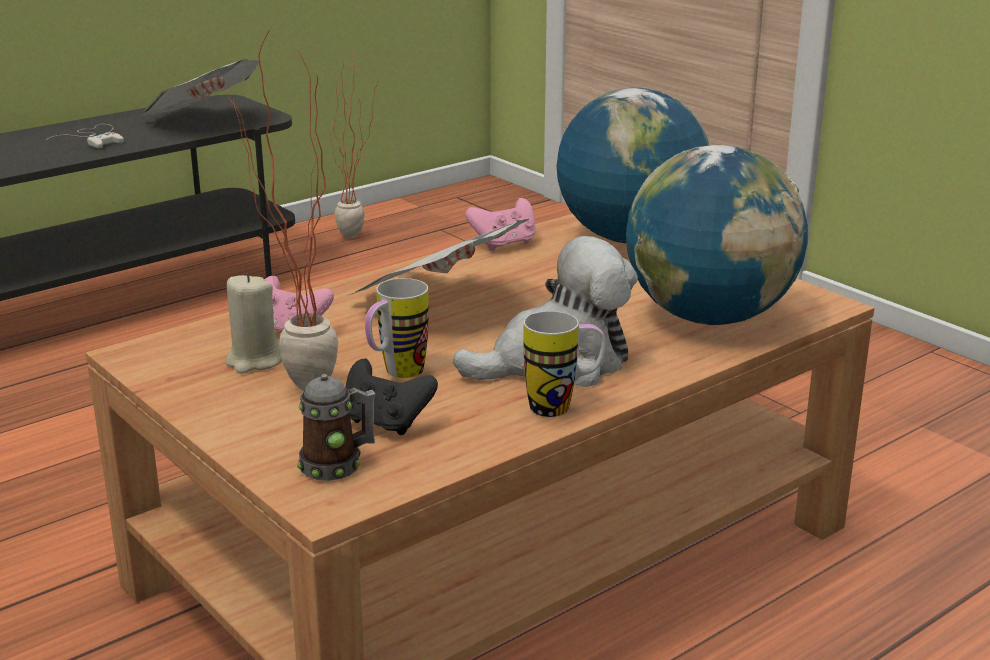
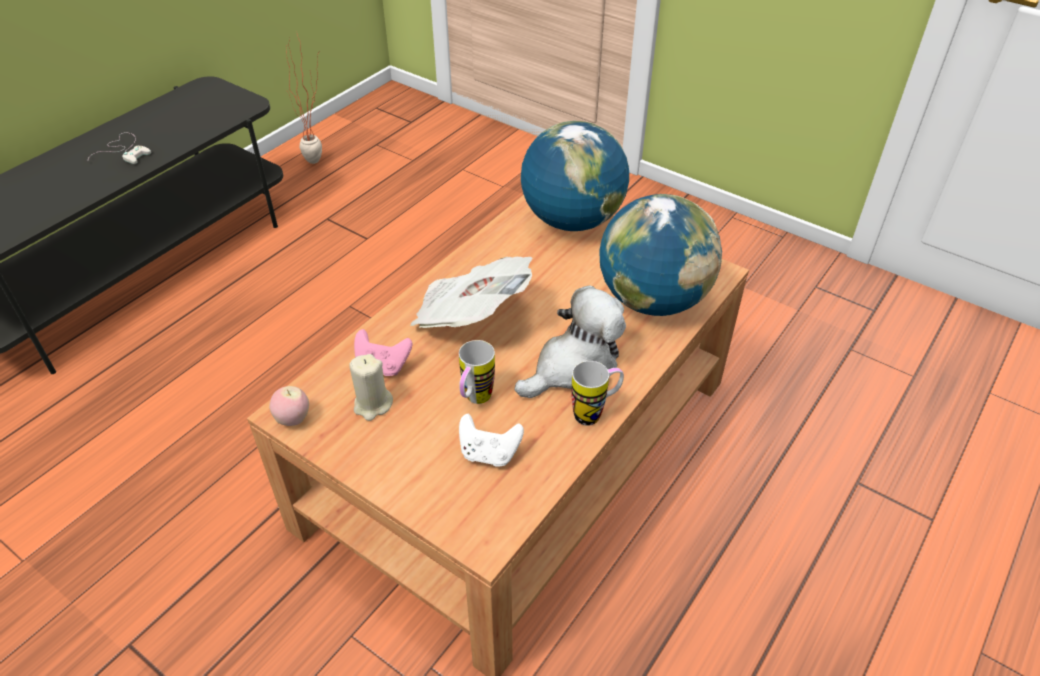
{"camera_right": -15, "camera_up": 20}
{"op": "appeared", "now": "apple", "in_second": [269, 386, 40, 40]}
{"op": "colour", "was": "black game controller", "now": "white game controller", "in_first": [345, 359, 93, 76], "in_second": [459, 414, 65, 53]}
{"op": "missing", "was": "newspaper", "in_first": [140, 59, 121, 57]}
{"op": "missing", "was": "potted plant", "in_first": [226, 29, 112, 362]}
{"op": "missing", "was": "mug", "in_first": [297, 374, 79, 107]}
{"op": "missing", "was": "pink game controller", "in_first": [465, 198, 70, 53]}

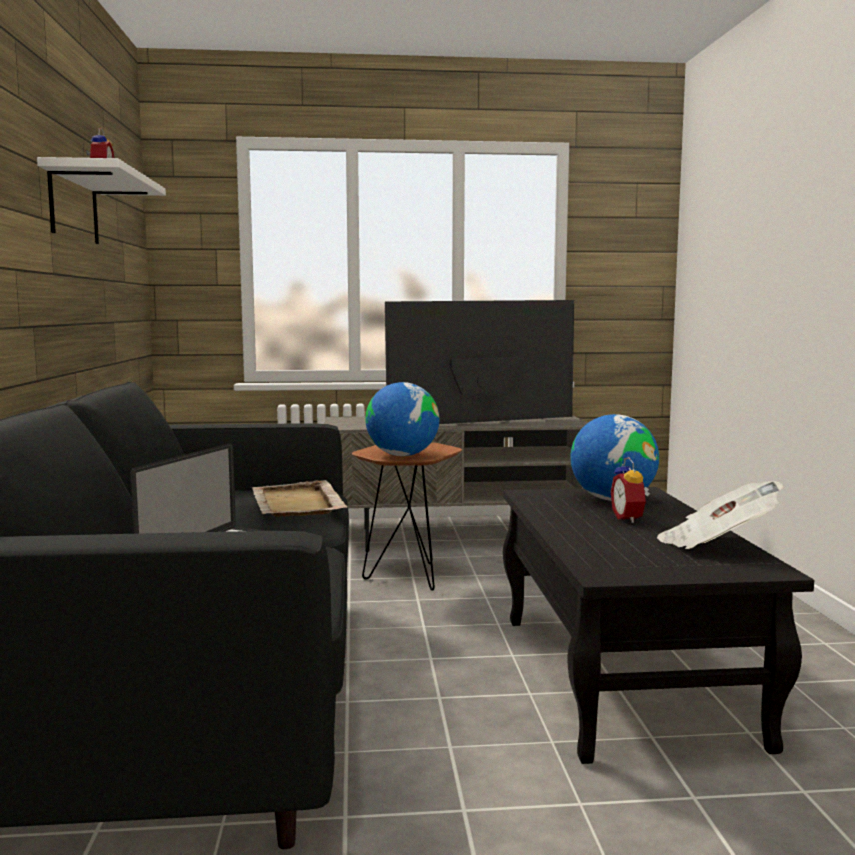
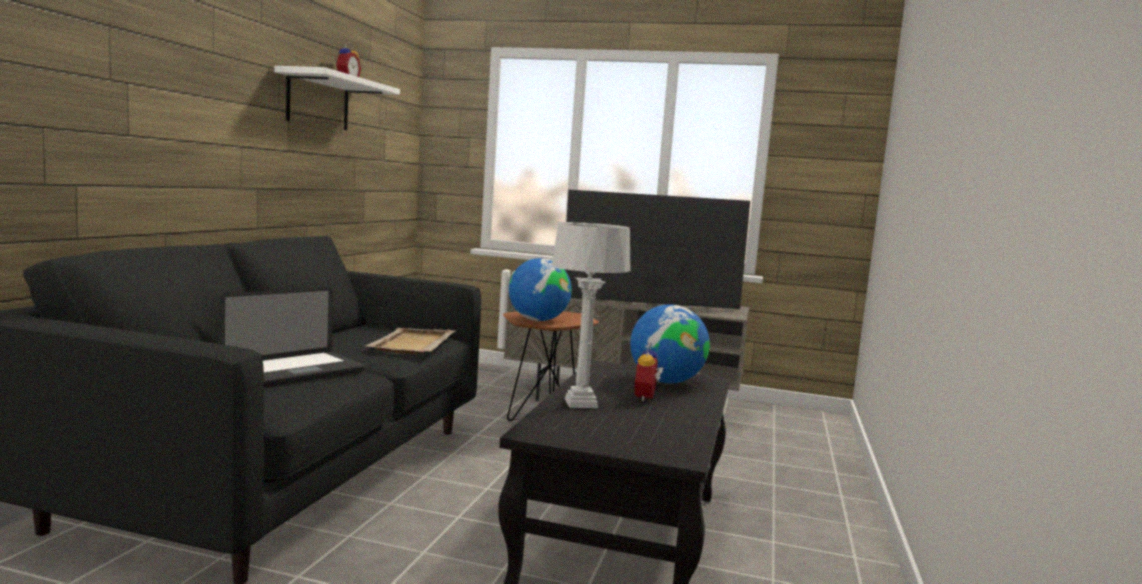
{"camera_right": 20, "camera_up": 0}
{"op": "appeared", "now": "grey table lamp", "in_second": [552, 222, 78, 186]}
{"op": "missing", "was": "newspaper", "in_first": [657, 481, 127, 68]}

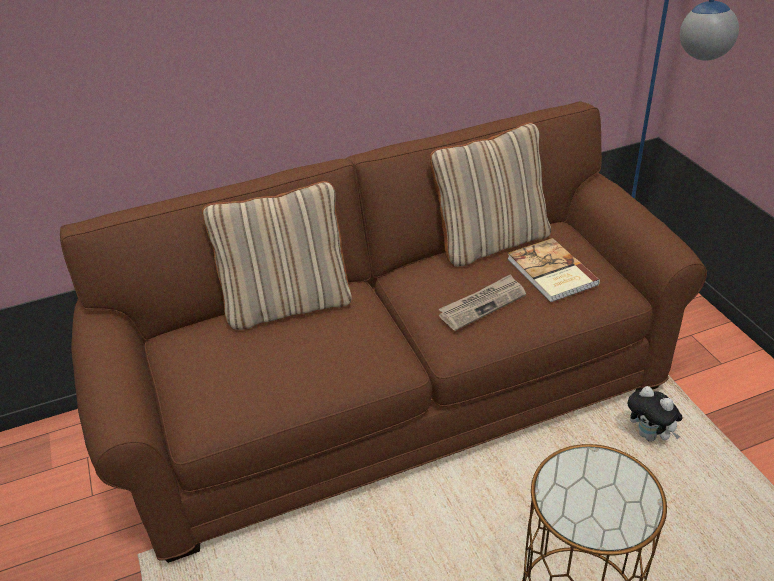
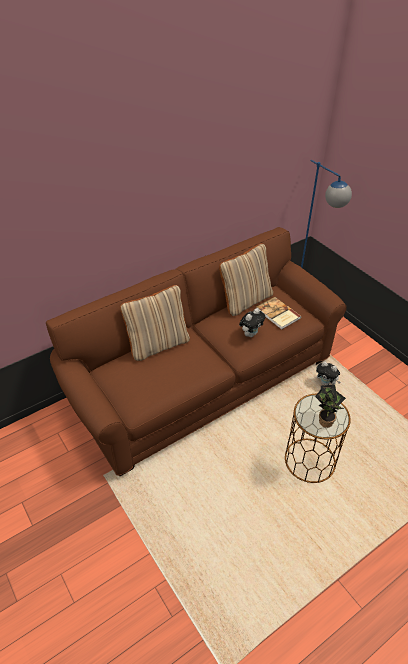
{"camera_right": -15, "camera_up": 5}
{"op": "exchanged", "was": "newspaper", "now": "plush toy", "in_first": [439, 274, 87, 57], "in_second": [239, 308, 26, 29]}
{"op": "appeared", "now": "potted plant", "in_second": [315, 385, 31, 43]}

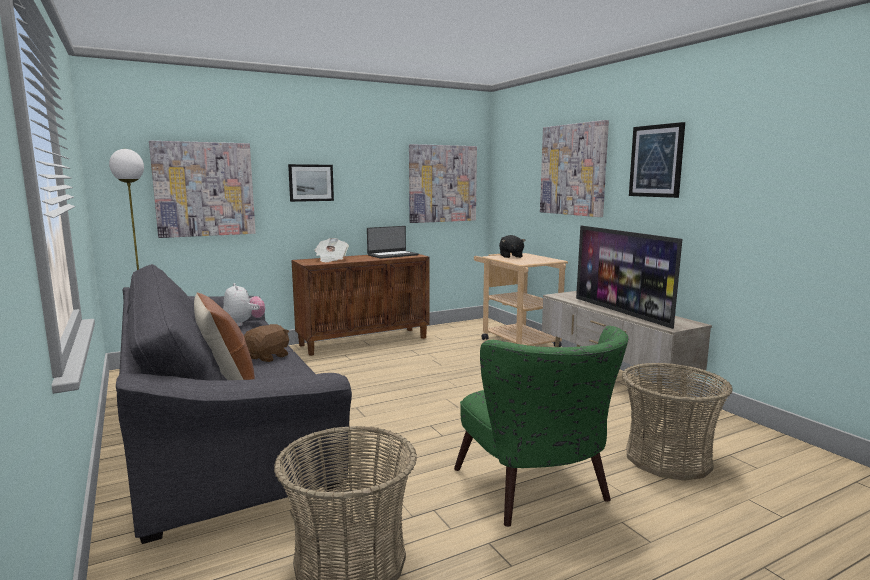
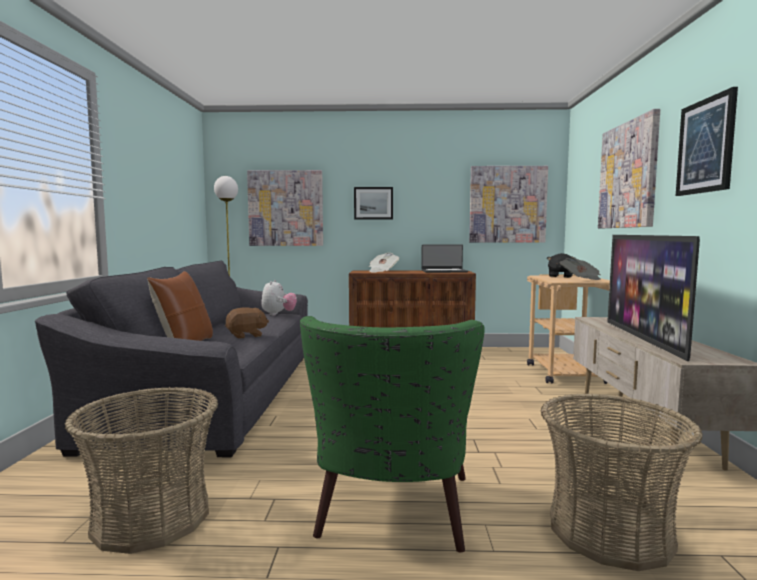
{"camera_right": 30, "camera_up": -5}
{"op": "appeared", "now": "newspaper", "in_second": [560, 258, 41, 22]}

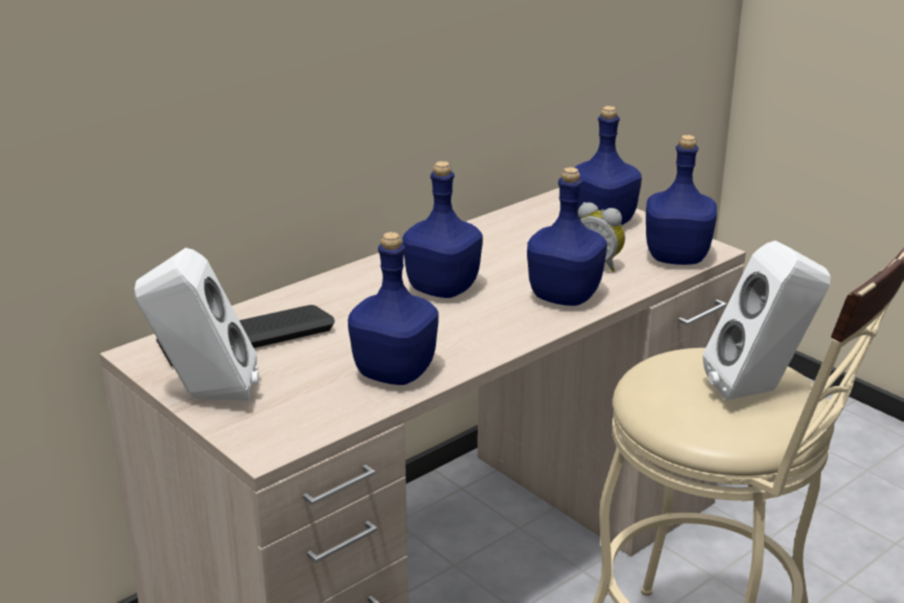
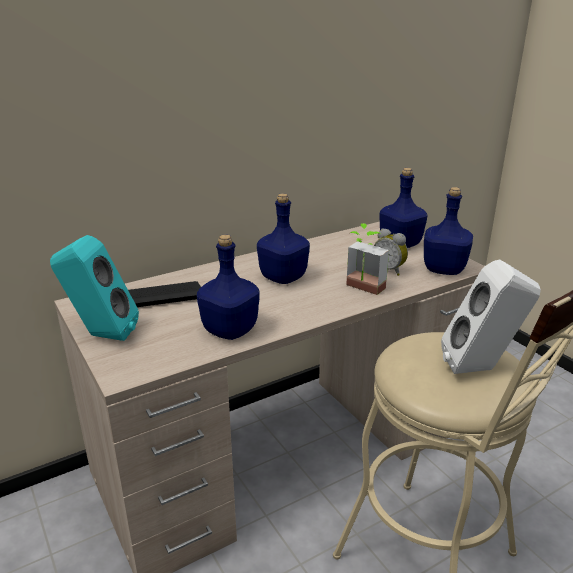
{"camera_right": 10, "camera_up": 0}
{"op": "colour", "was": "white speaker", "now": "turquoise speaker", "in_first": [134, 248, 125, 153], "in_second": [50, 235, 89, 106]}
{"op": "exchanged", "was": "blue bottle", "now": "potted plant", "in_first": [527, 167, 80, 139], "in_second": [346, 223, 43, 72]}

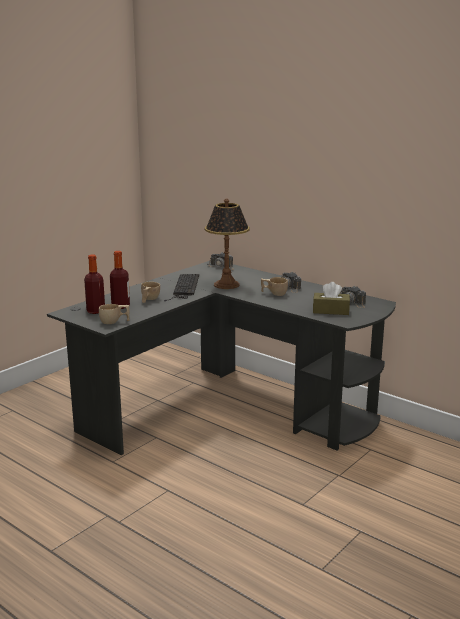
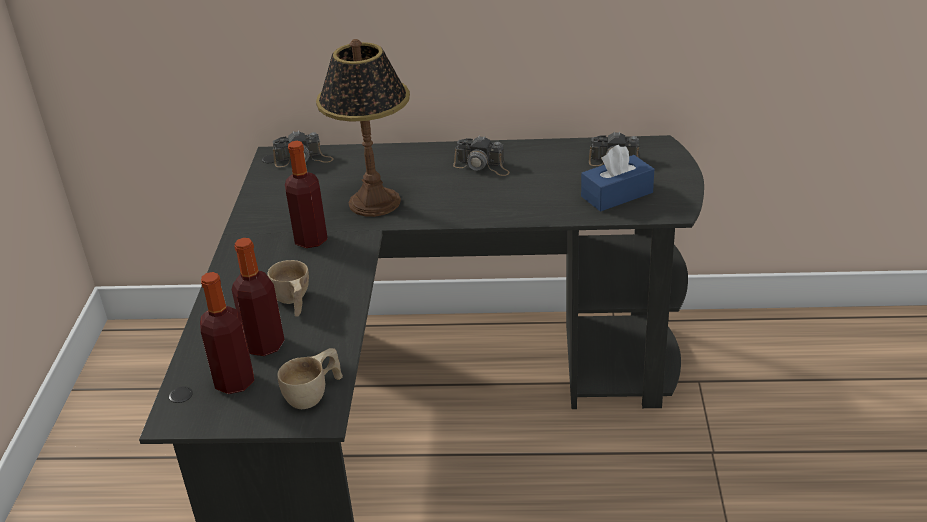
{"camera_right": -35, "camera_up": 15}
{"op": "exchanged", "was": "keyboard", "now": "bottle", "in_first": [164, 274, 35, 27], "in_second": [285, 141, 43, 107]}
{"op": "colour", "was": "brown tissue box", "now": "blue tissue box", "in_first": [313, 282, 37, 33], "in_second": [581, 145, 73, 67]}
{"op": "missing", "was": "beige cup", "in_first": [261, 277, 27, 19]}

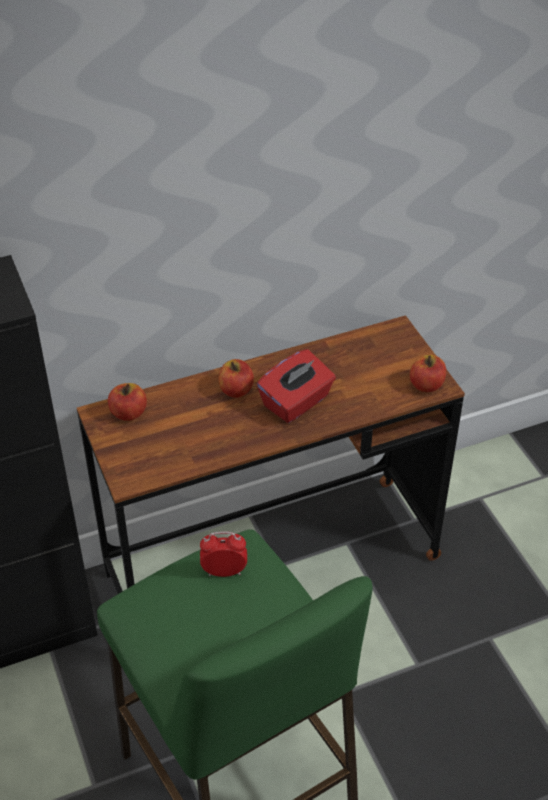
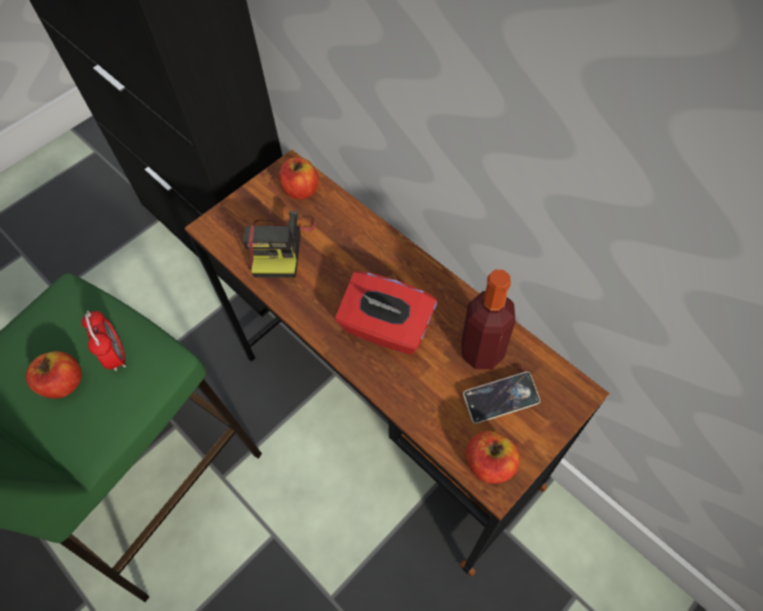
{"camera_right": 70, "camera_up": 15}
{"op": "relocated", "was": "apple", "in_first": [219, 359, 35, 39], "in_second": [26, 351, 56, 48]}
{"op": "appeared", "now": "photo camera", "in_second": [243, 211, 73, 67]}
{"op": "appeared", "now": "bottle", "in_second": [461, 270, 54, 100]}
{"op": "appeared", "now": "phone", "in_second": [463, 372, 77, 52]}

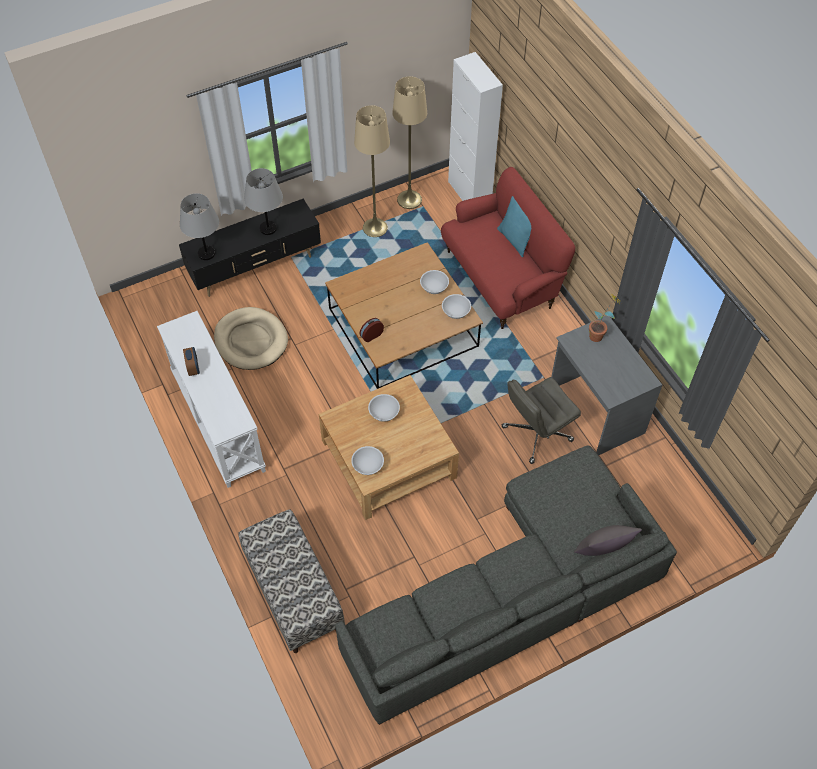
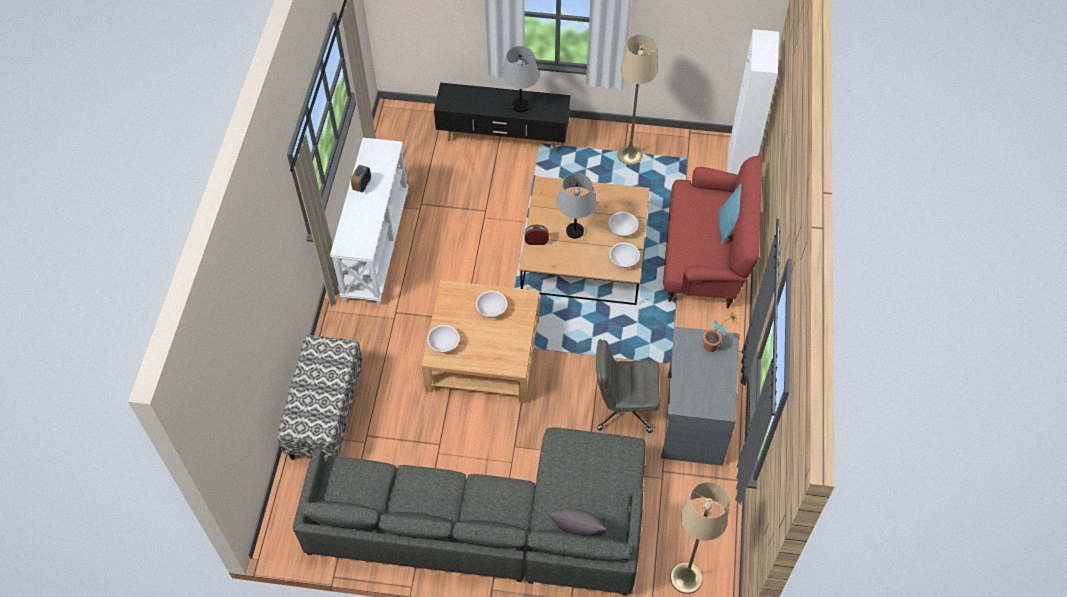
{"camera_right": 35, "camera_up": 0}
{"op": "relocated", "was": "grey table lamp", "in_first": [180, 193, 39, 67], "in_second": [556, 173, 41, 65]}
{"op": "relocated", "was": "beige floor lamp", "in_first": [392, 76, 35, 133], "in_second": [670, 482, 59, 112]}
{"op": "missing", "was": "beige dog bed", "in_first": [214, 307, 74, 63]}

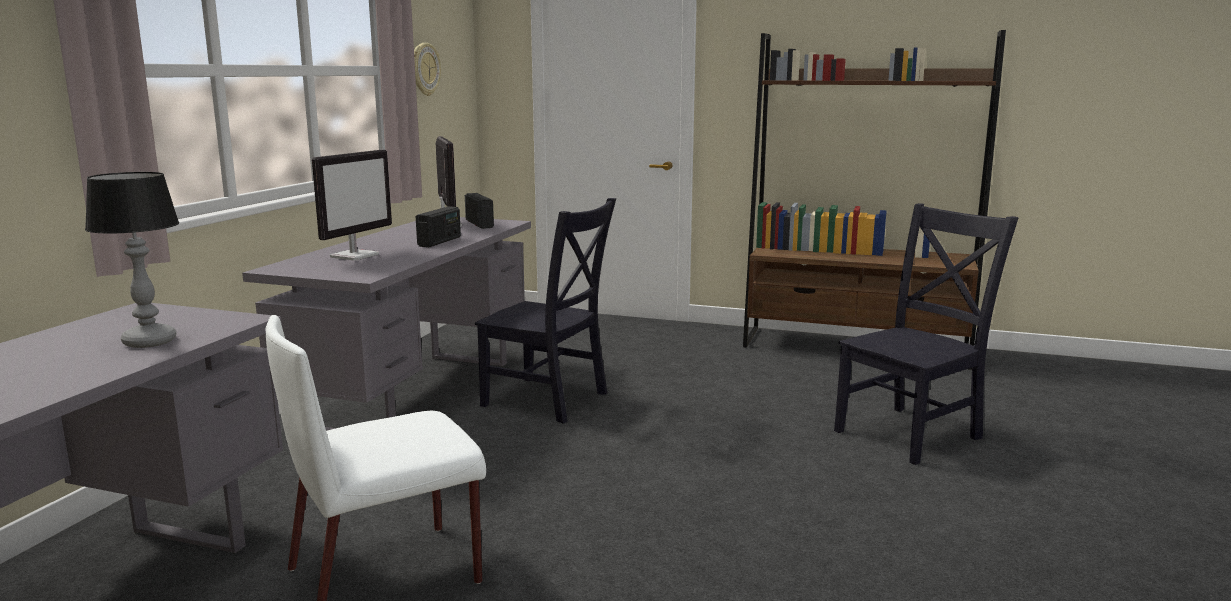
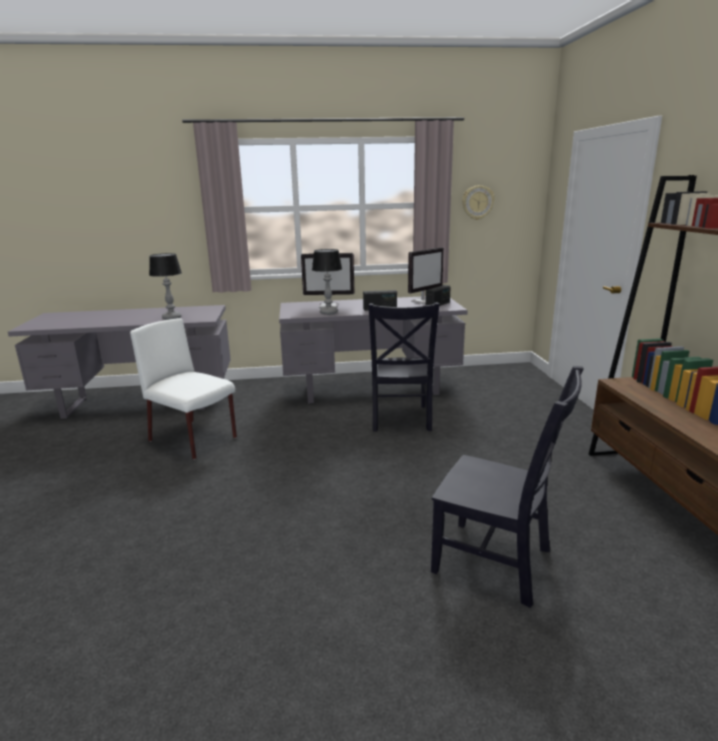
{"camera_right": 65, "camera_up": 5}
{"op": "appeared", "now": "table lamp", "in_second": [312, 249, 30, 66]}

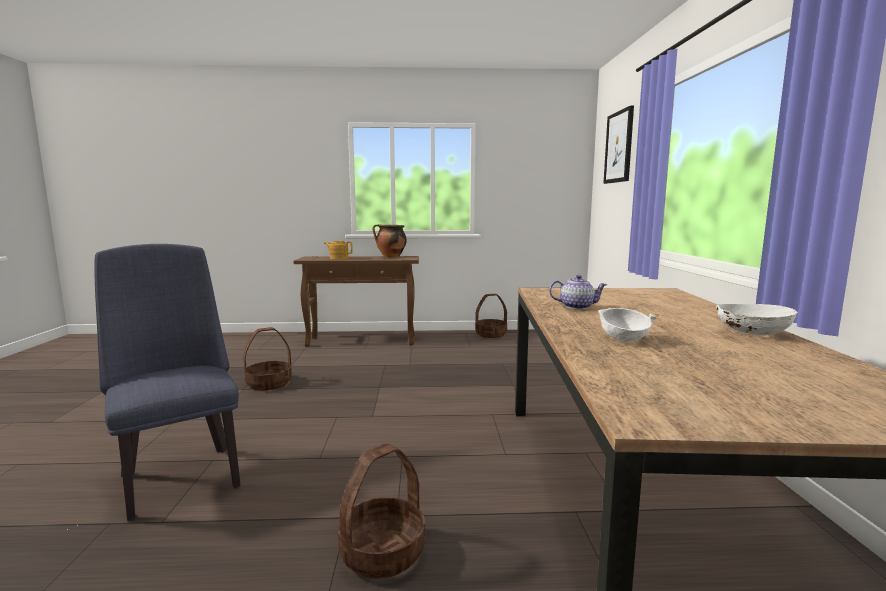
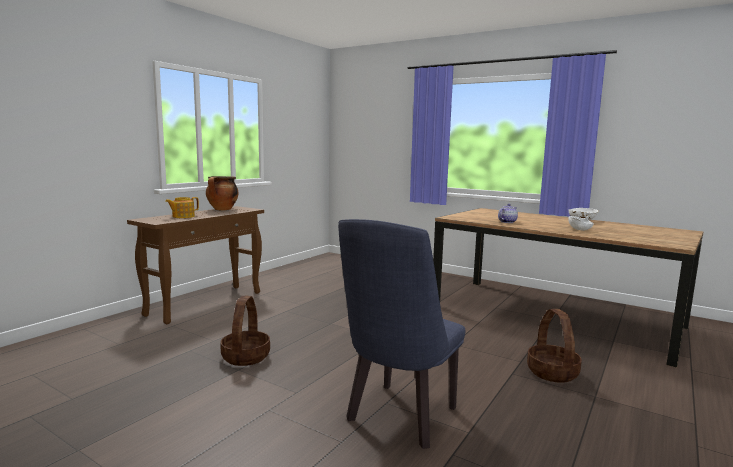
{"camera_right": -55, "camera_up": 0}
{"op": "spun", "was": "blue chair", "in_first": [94, 244, 147, 277], "in_second": [338, 219, 127, 230], "clockwise": -60}
{"op": "missing", "was": "basket", "in_first": [475, 294, 32, 44]}
{"op": "missing", "was": "picture", "in_first": [603, 106, 31, 78]}

